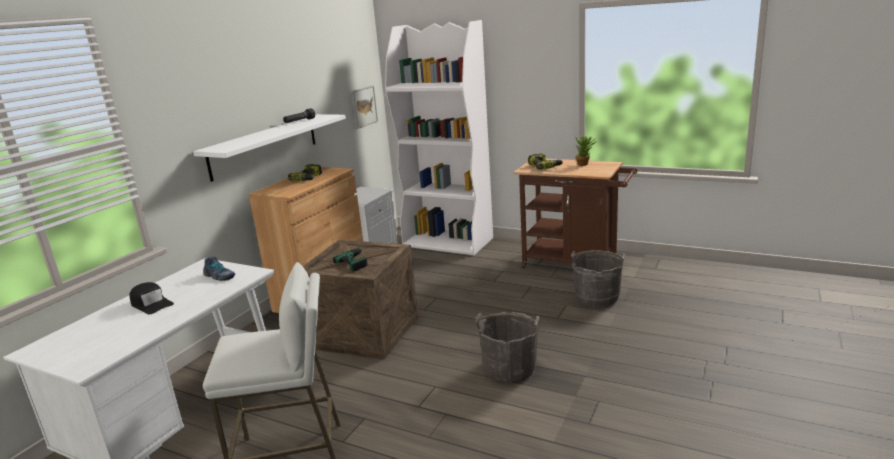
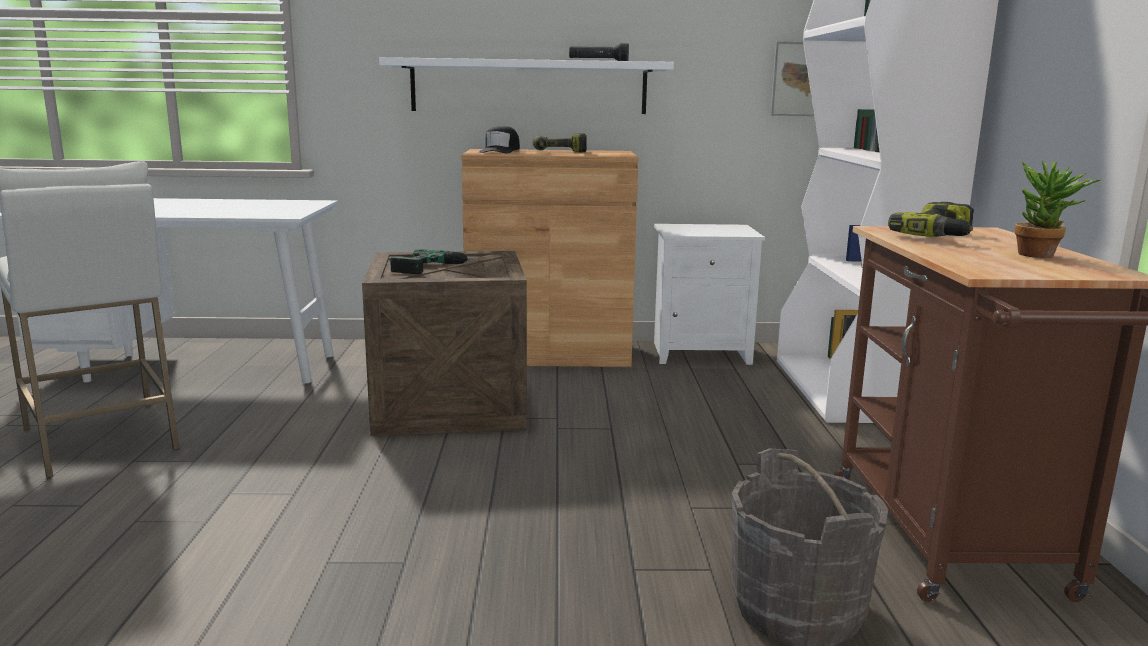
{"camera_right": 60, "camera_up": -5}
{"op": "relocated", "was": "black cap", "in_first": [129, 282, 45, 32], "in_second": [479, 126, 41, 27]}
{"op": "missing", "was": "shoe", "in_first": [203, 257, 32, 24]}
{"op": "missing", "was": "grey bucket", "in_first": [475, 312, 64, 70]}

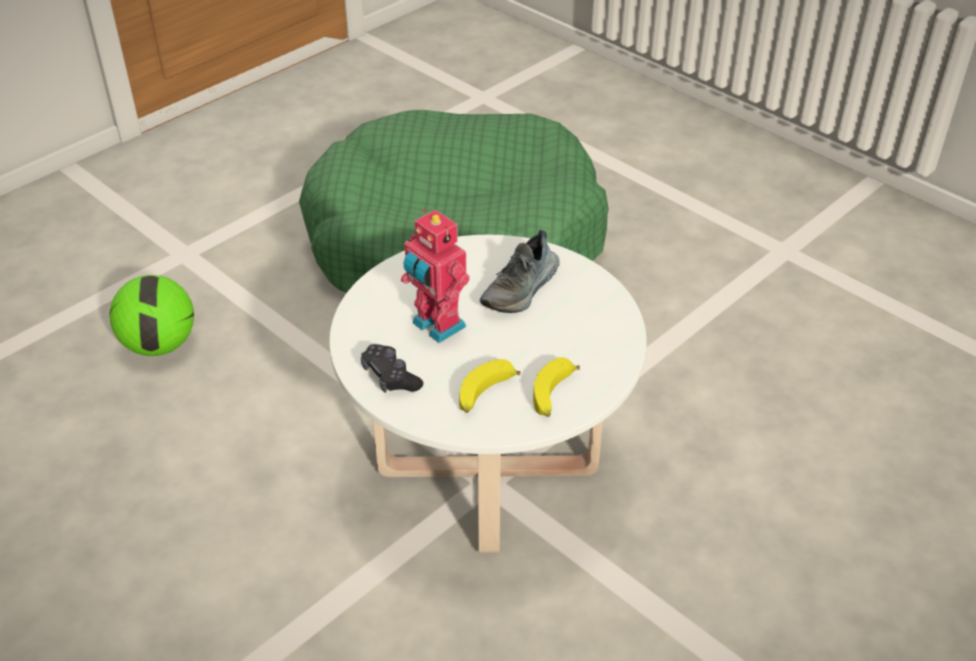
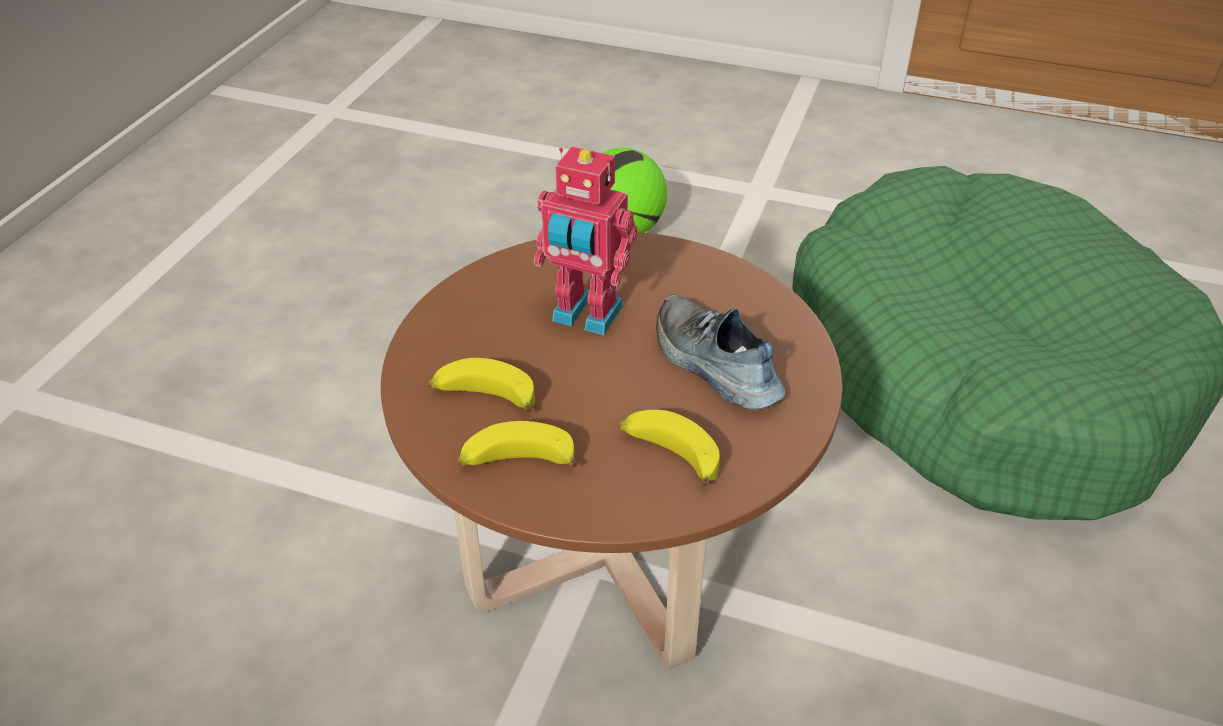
{"camera_right": 65, "camera_up": 0}
{"op": "colour", "was": "white coffee table", "now": "brown coffee table", "in_first": [329, 235, 318, 318], "in_second": [381, 232, 461, 437]}
{"op": "spun", "was": "toy robot", "in_first": [401, 209, 69, 134], "in_second": [534, 146, 103, 189], "clockwise": -90}
{"op": "appeared", "now": "banana", "in_second": [619, 410, 101, 76]}
{"op": "spun", "was": "shoe", "in_first": [480, 229, 80, 84], "in_second": [656, 294, 129, 116], "clockwise": 45}
{"op": "missing", "was": "black game controller", "in_first": [361, 344, 62, 49]}

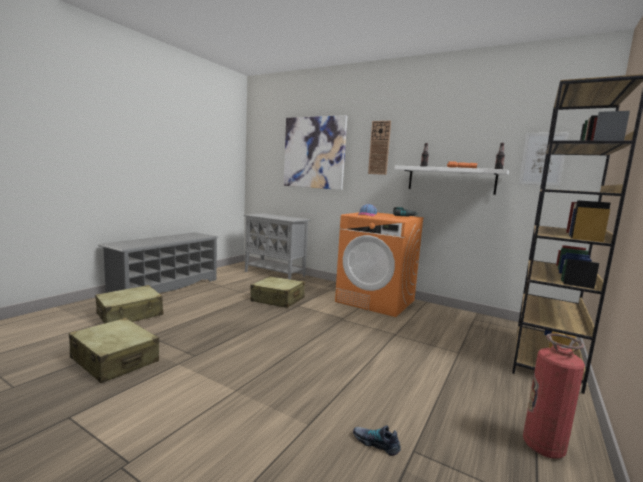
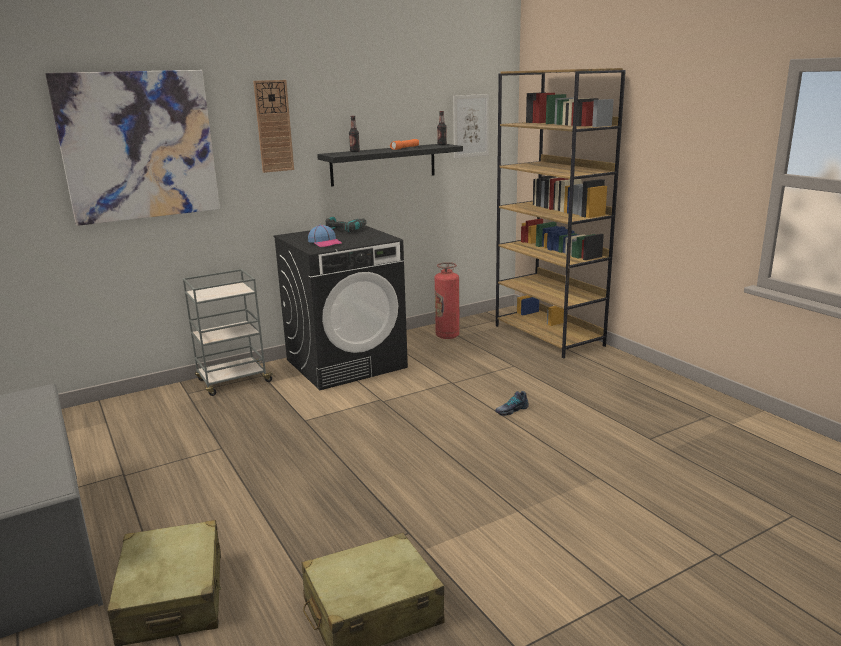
{"camera_right": -60, "camera_up": 10}
{"op": "appeared", "now": "grey cart", "in_second": [183, 269, 92, 127]}
{"op": "colour", "was": "orange washing machine", "now": "black washing machine", "in_first": [335, 212, 89, 105], "in_second": [273, 225, 135, 165]}
{"op": "colour", "was": "white shelf", "now": "black shelf", "in_first": [395, 166, 114, 29], "in_second": [317, 144, 146, 43]}
{"op": "relocated", "was": "fire extinguisher", "in_first": [523, 333, 62, 126], "in_second": [435, 262, 25, 77]}
{"op": "relocated", "was": "shoe", "in_first": [353, 425, 48, 31], "in_second": [495, 391, 34, 25]}
{"op": "missing", "was": "grey cabinet", "in_first": [244, 213, 66, 67]}
{"op": "missing", "was": "beige suitcase", "in_first": [250, 276, 55, 32]}

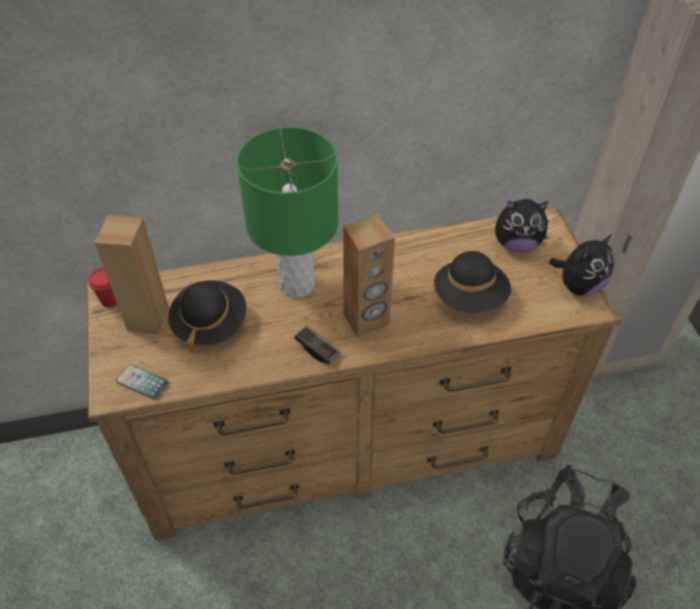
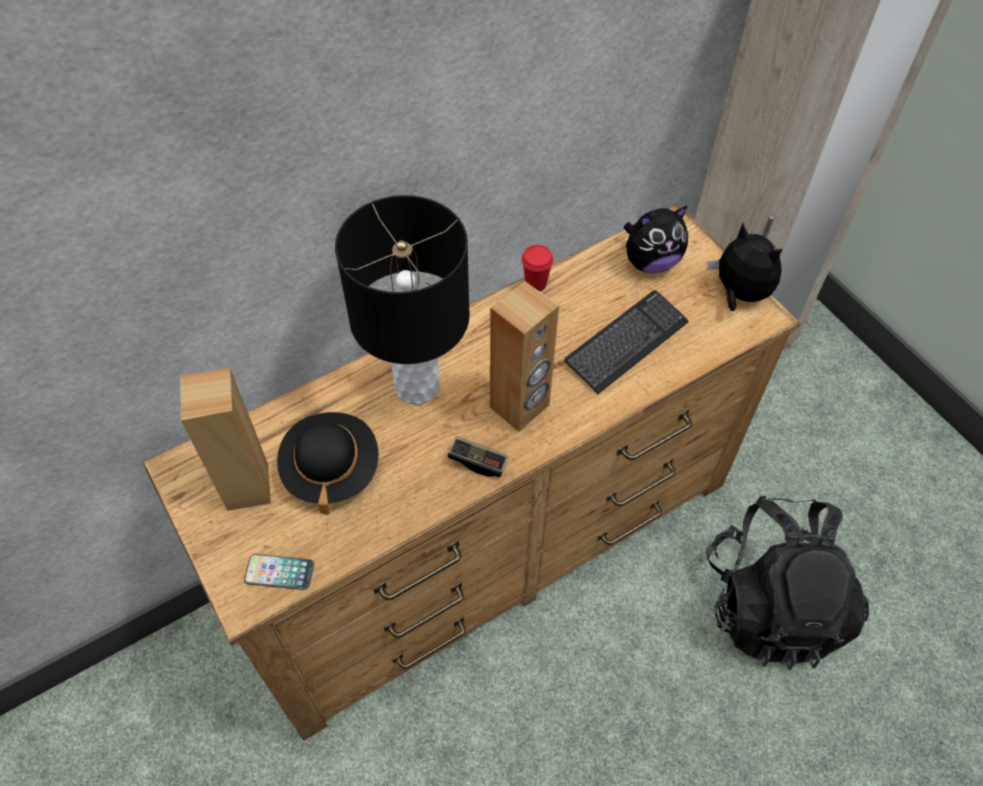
{"camera_right": -20, "camera_up": 5}
{"op": "colour", "was": "green table lamp", "now": "black table lamp", "in_first": [237, 127, 101, 171], "in_second": [335, 195, 135, 210]}
{"op": "relocated", "was": "red cup", "in_first": [89, 268, 28, 40], "in_second": [522, 245, 31, 46]}
{"op": "exchanged", "was": "black hat", "now": "keyboard", "in_first": [434, 251, 77, 62], "in_second": [564, 290, 125, 104]}
{"op": "spun", "was": "plush toy", "in_first": [549, 234, 65, 62], "in_second": [707, 223, 76, 88], "clockwise": -75}

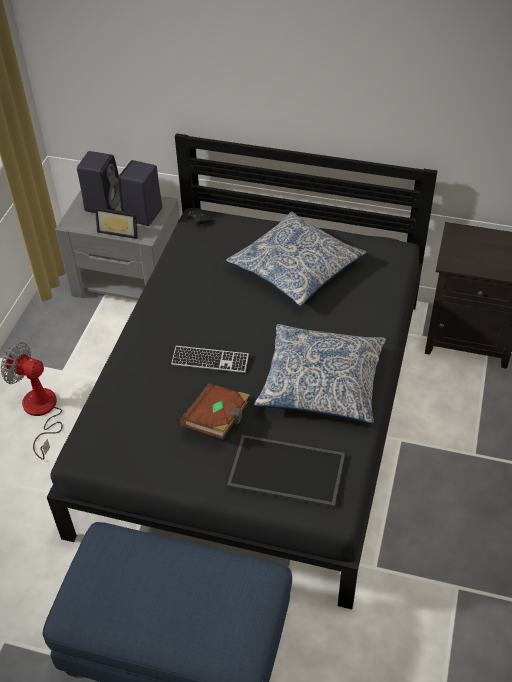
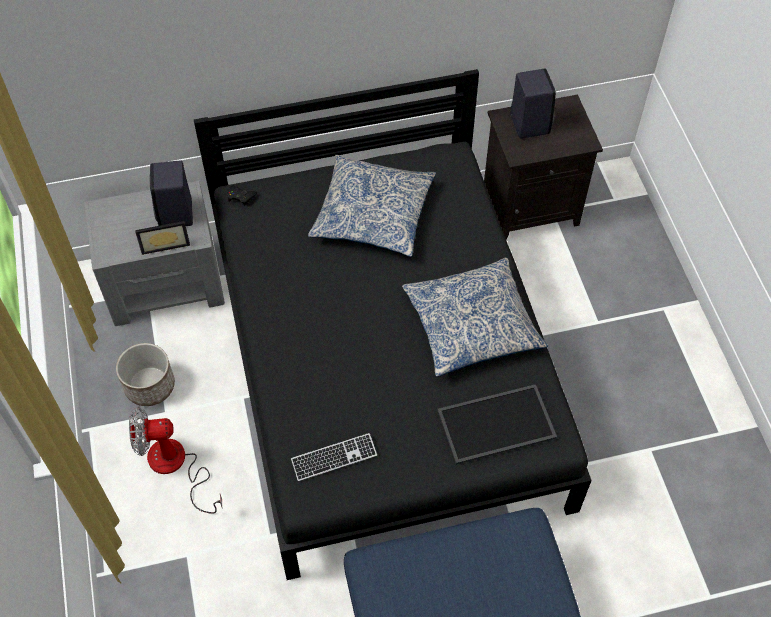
{"camera_right": -30, "camera_up": 10}
{"op": "appeared", "now": "planter", "in_second": [116, 343, 59, 63]}
{"op": "relocated", "was": "keyboard", "in_first": [171, 346, 78, 27], "in_second": [291, 433, 86, 48]}
{"op": "relocated", "was": "black speaker", "in_first": [77, 151, 43, 62], "in_second": [510, 69, 46, 70]}
{"op": "missing", "was": "brown book", "in_first": [180, 384, 70, 55]}

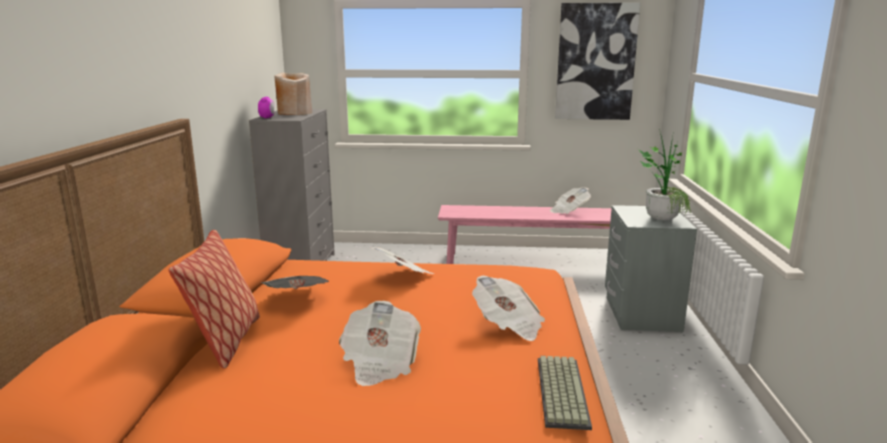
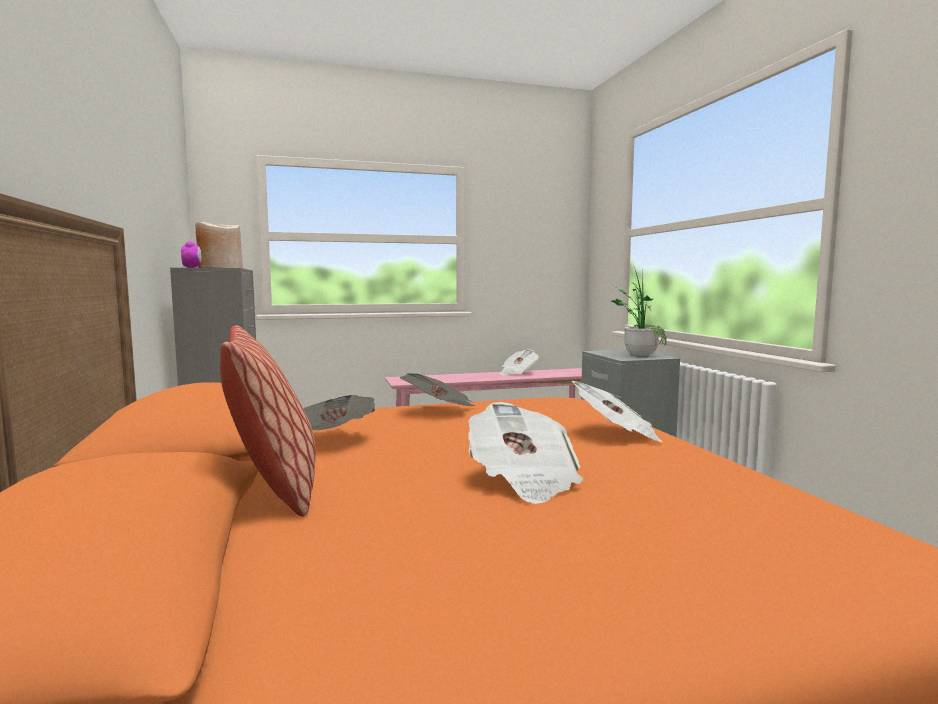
{"camera_right": -20, "camera_up": -10}
{"op": "missing", "was": "keyboard", "in_first": [538, 356, 54, 74]}
{"op": "missing", "was": "picture", "in_first": [555, 3, 85, 117]}

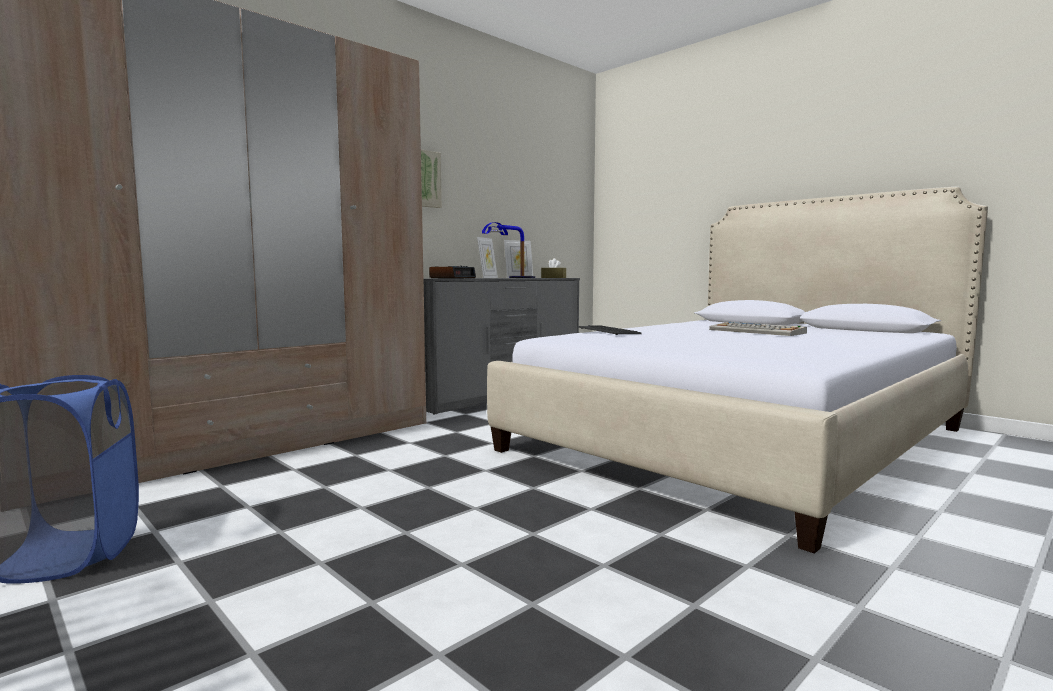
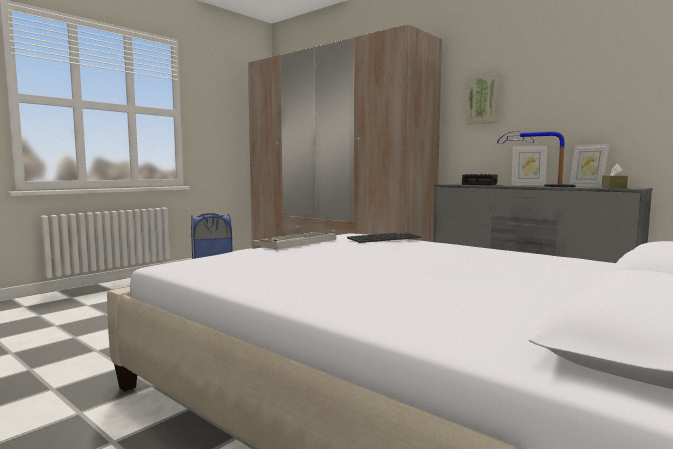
{"camera_right": 85, "camera_up": 0}
{"op": "relocated", "was": "keyboard", "in_first": [709, 322, 98, 14], "in_second": [251, 232, 85, 18]}

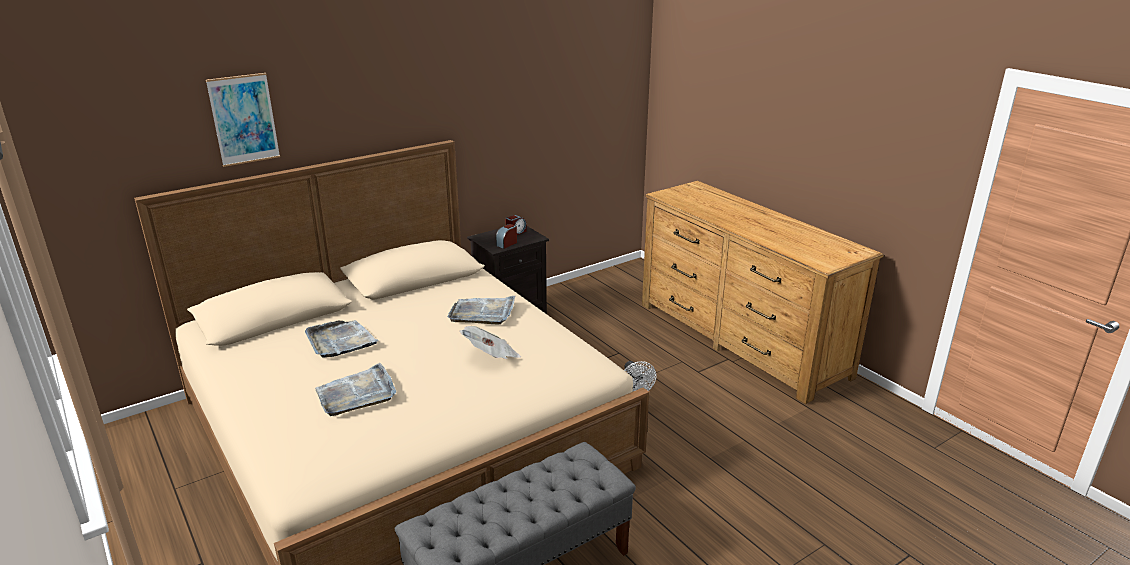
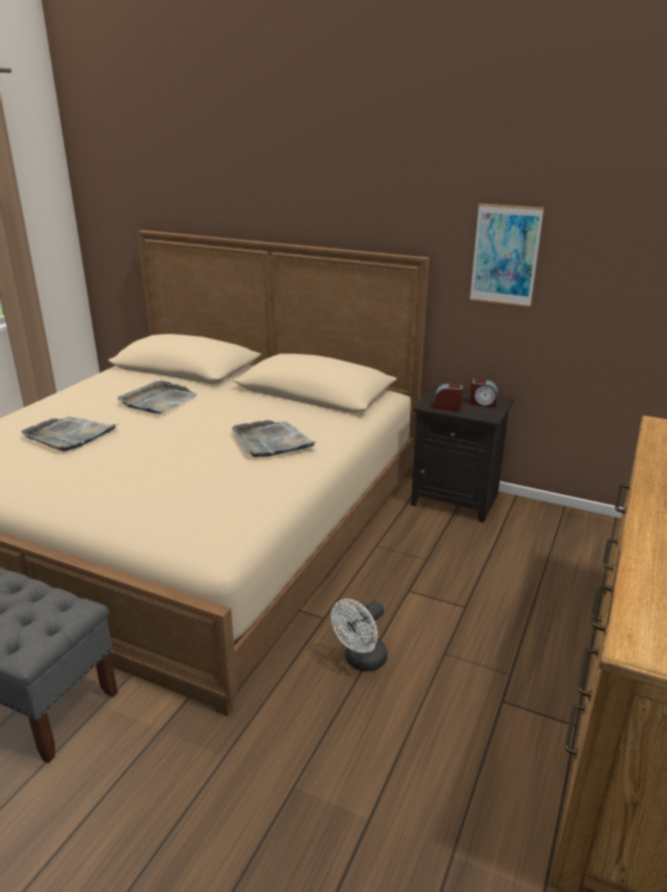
{"camera_right": 60, "camera_up": 0}
{"op": "relocated", "was": "picture", "in_first": [206, 73, 74, 94], "in_second": [470, 204, 74, 103]}
{"op": "missing", "was": "newspaper", "in_first": [459, 326, 62, 33]}

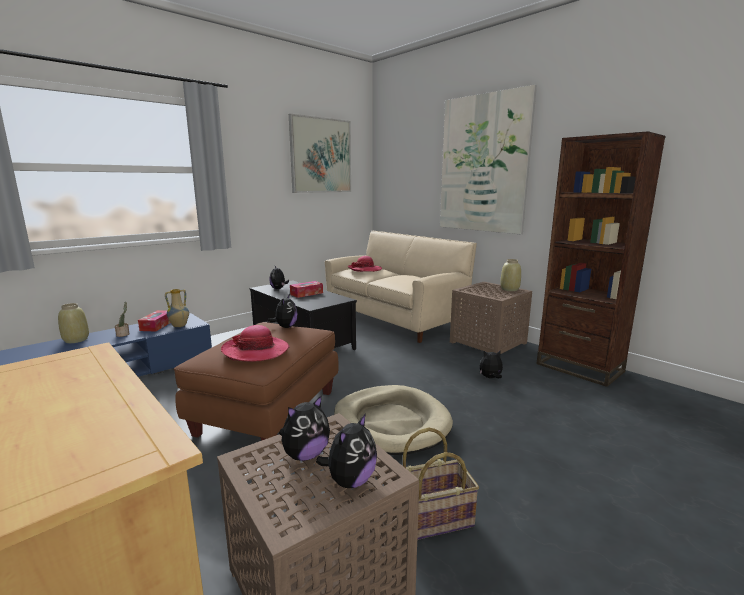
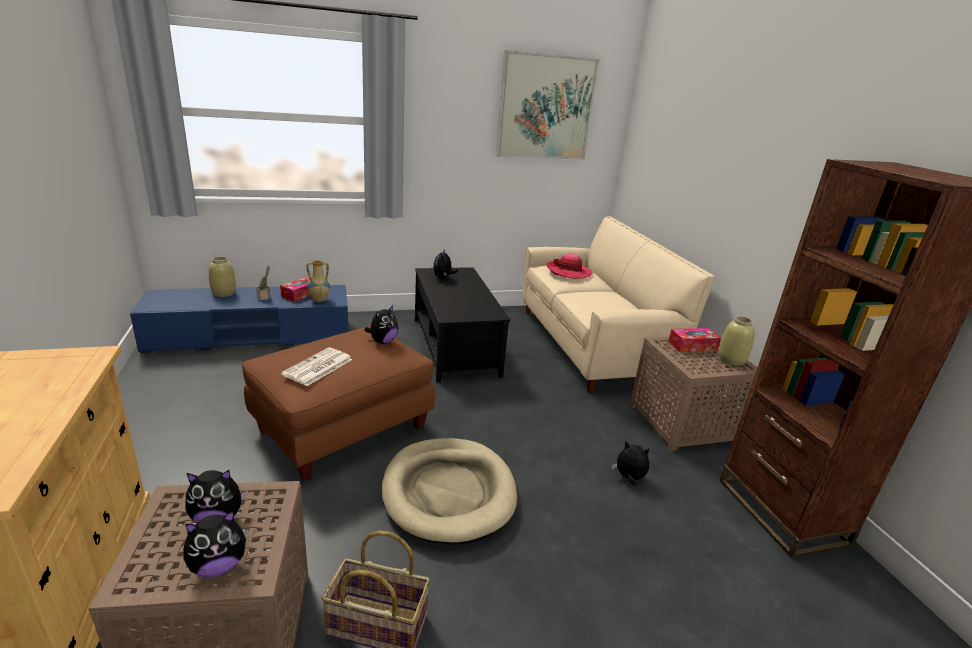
{"camera_right": 25, "camera_up": 10}
{"op": "exchanged", "was": "hat", "now": "newspaper", "in_first": [221, 325, 69, 37], "in_second": [281, 347, 72, 39]}
{"op": "relocated", "was": "tissue box", "in_first": [290, 281, 33, 17], "in_second": [668, 328, 53, 24]}
{"op": "missing", "was": "picture", "in_first": [440, 84, 97, 150]}

